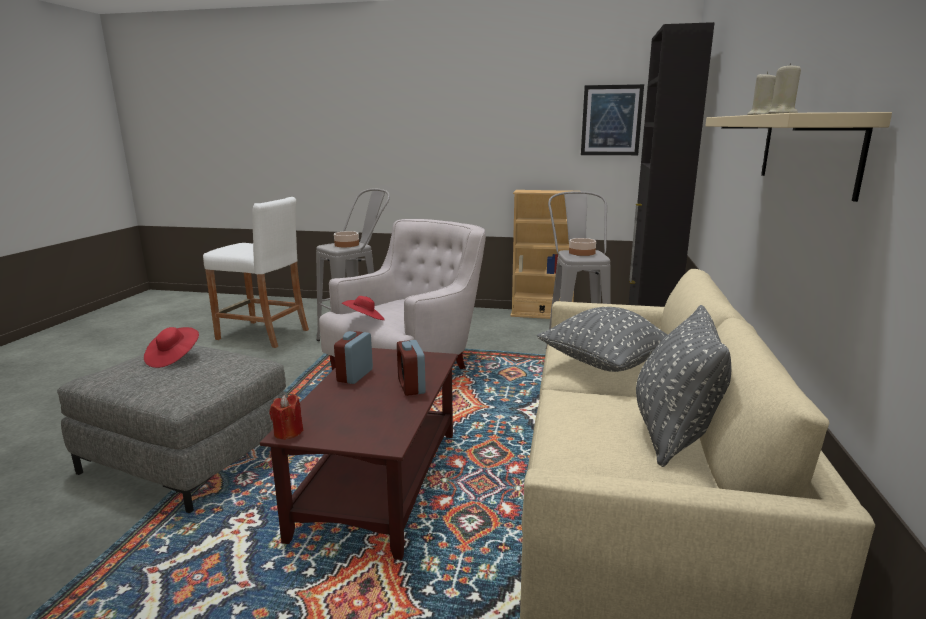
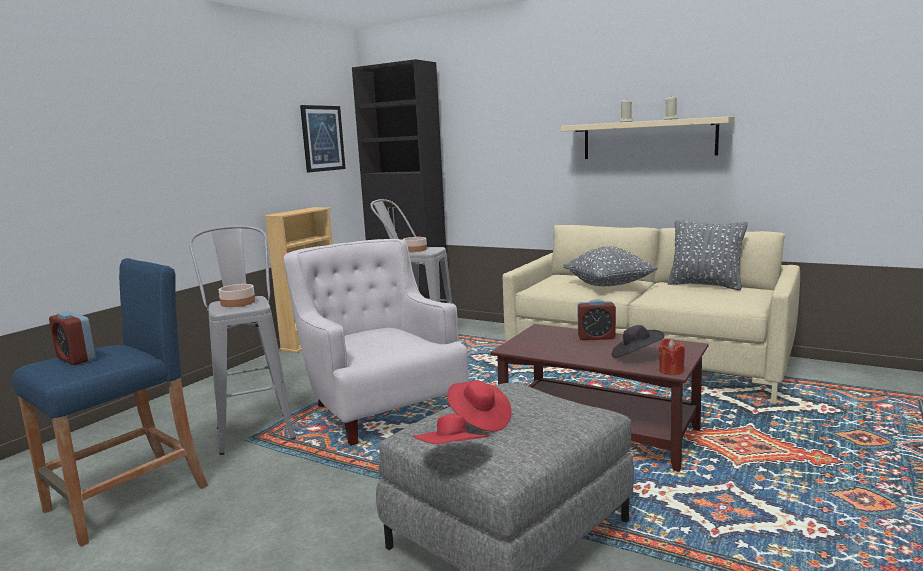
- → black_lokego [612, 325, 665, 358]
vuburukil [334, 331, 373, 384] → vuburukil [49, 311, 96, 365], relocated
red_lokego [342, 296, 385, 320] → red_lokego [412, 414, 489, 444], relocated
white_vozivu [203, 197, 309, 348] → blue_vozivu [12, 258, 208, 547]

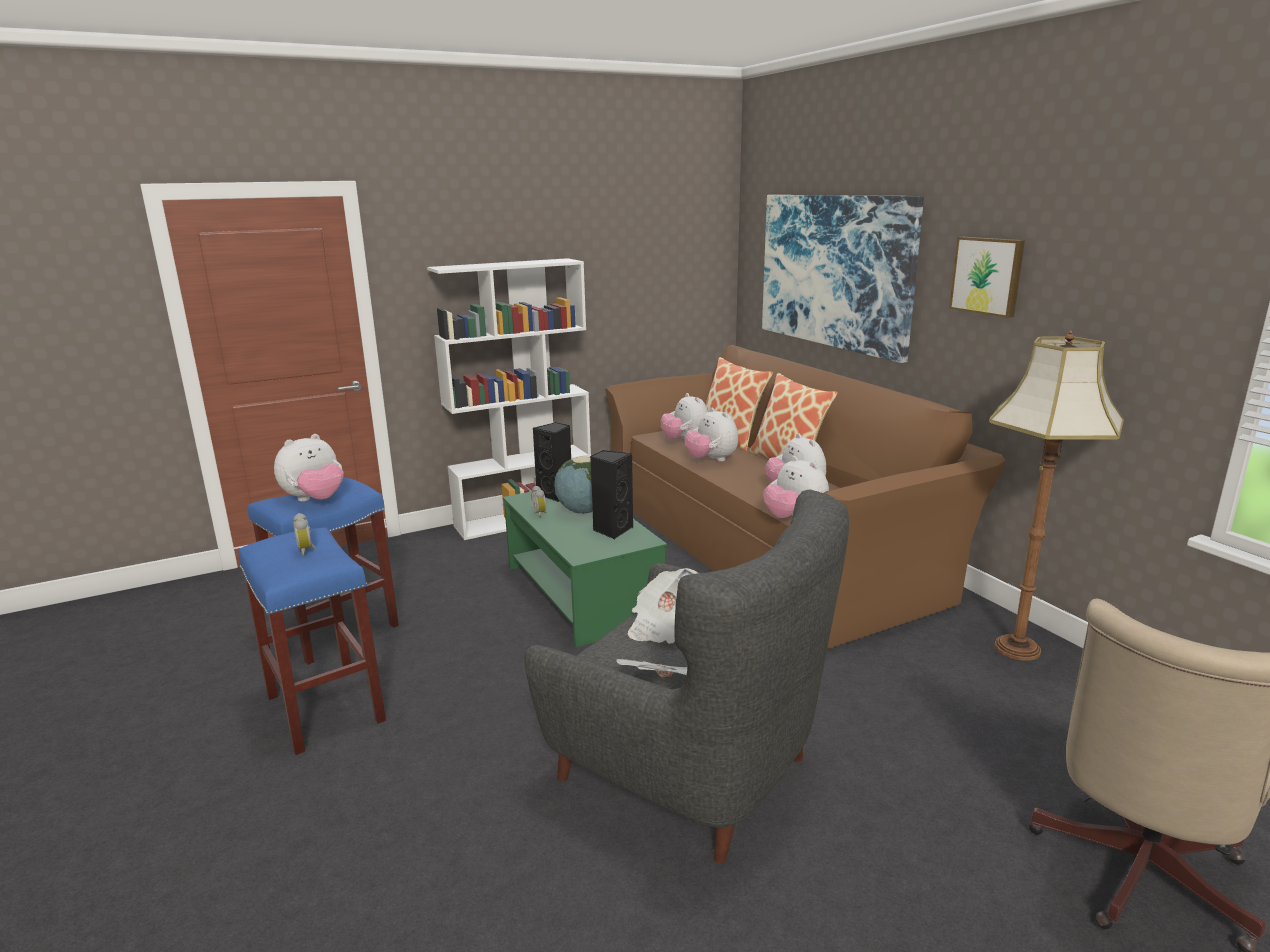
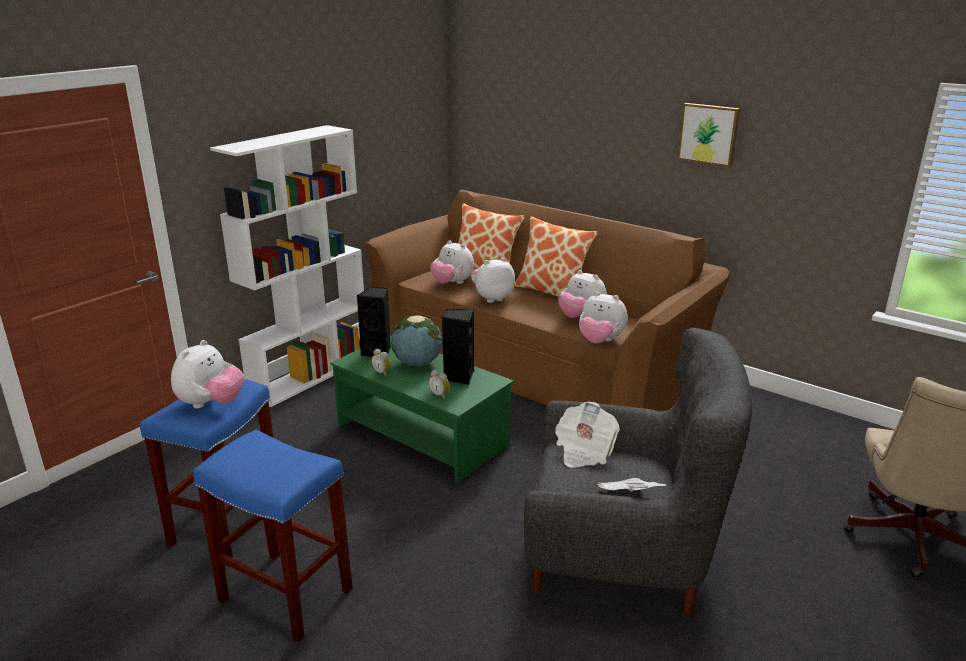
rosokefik [762, 195, 924, 363] → -
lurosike [989, 330, 1124, 661] → -
vuburukil [293, 513, 316, 556] → vuburukil [429, 370, 450, 399], relocated
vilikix [684, 408, 738, 462] → vilikix [471, 257, 515, 303], 120 degrees clockwise

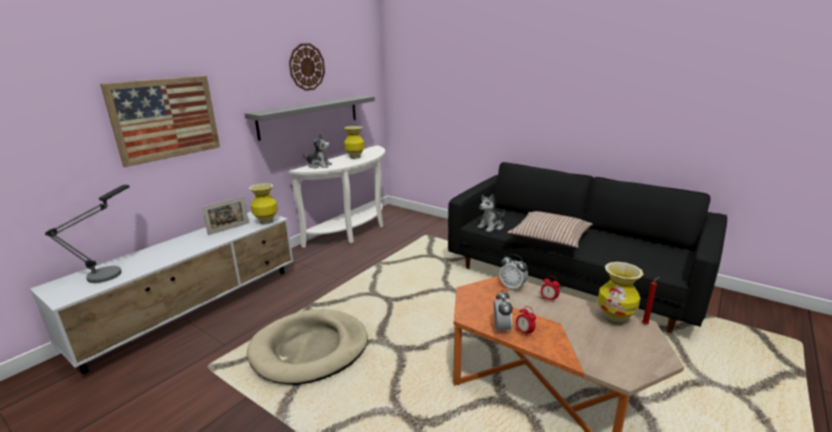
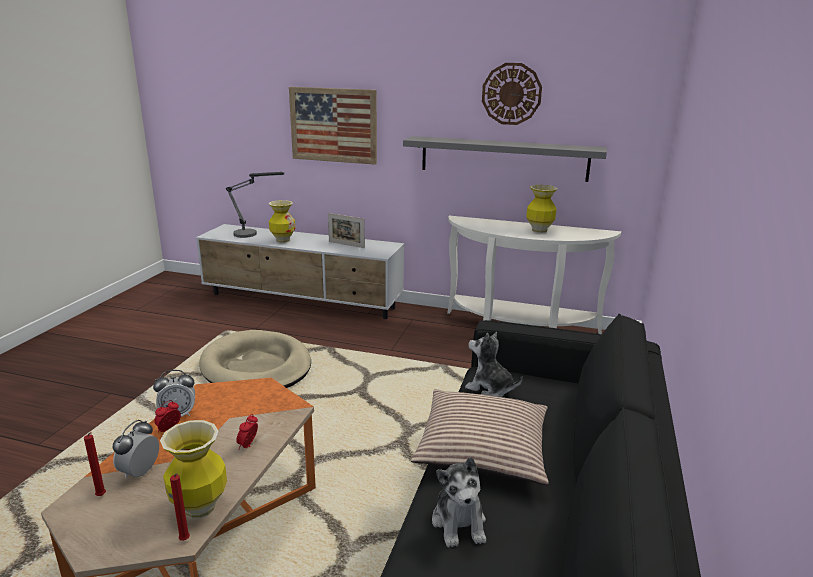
- → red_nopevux [84, 432, 106, 496]
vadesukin [249, 183, 278, 225] → vadesukin [269, 200, 295, 243], relocated
vilikix [302, 134, 332, 169] → vilikix [432, 457, 486, 547], relocated
vuburukil [500, 254, 528, 291] → vuburukil [113, 420, 159, 479], relocated

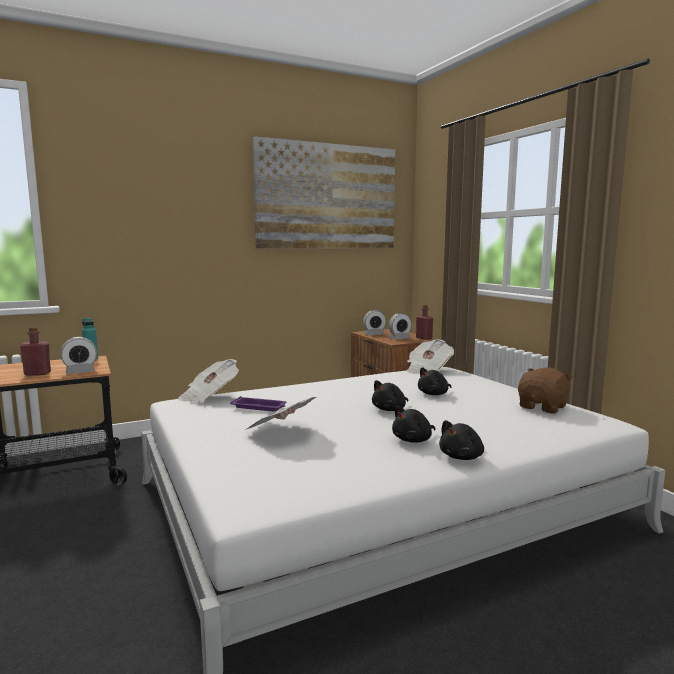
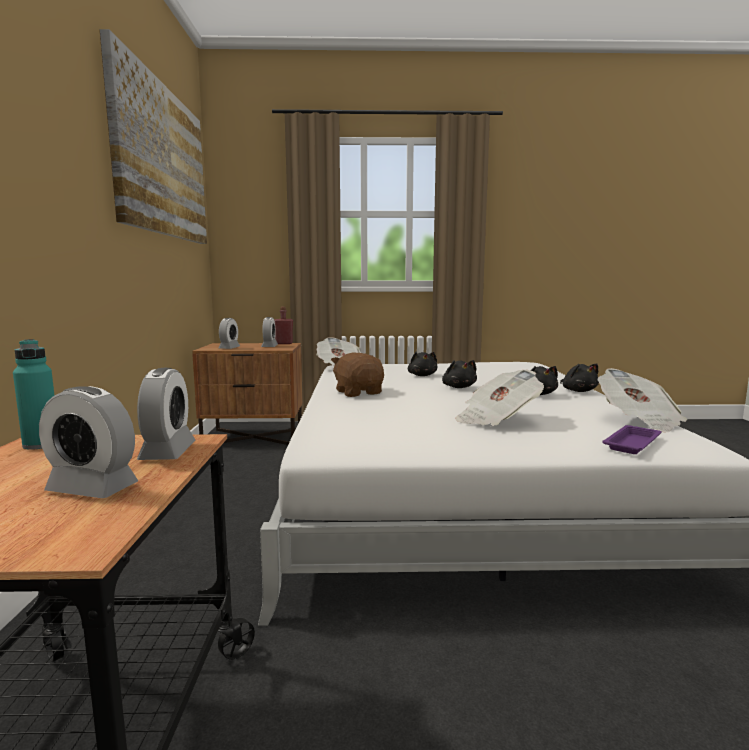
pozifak [178, 359, 239, 402] → pozifak [598, 368, 687, 433], relocated
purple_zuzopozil [230, 396, 286, 412] → purple_zuzopozil [602, 425, 662, 454], relocated
brown_vilikix [518, 367, 573, 414] → brown_vilikix [331, 352, 384, 397], relocated
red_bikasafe [20, 327, 51, 376] → vuburukil [39, 386, 138, 498]

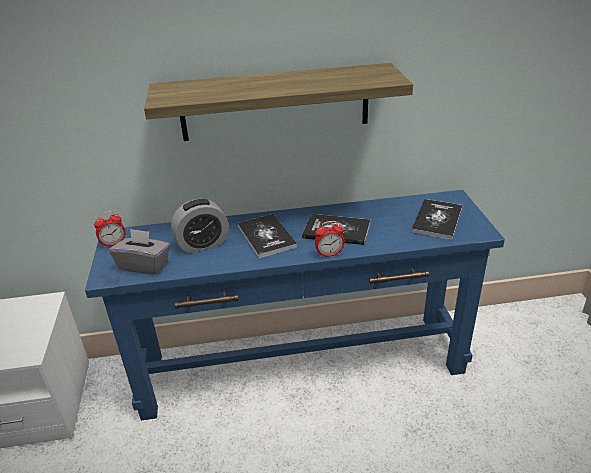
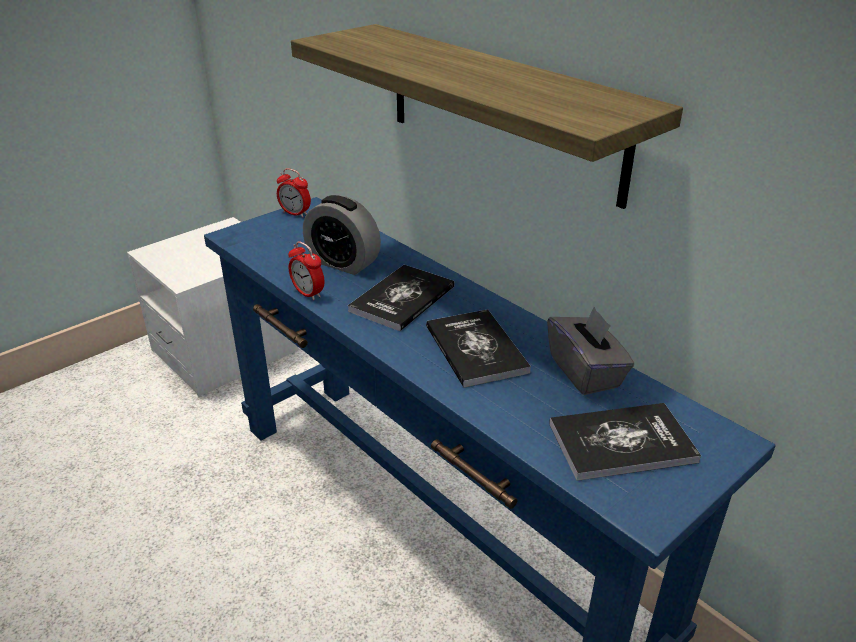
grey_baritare [109, 228, 170, 275] → grey_baritare [547, 307, 634, 395], relocated
vuburukil [315, 221, 345, 257] → vuburukil [288, 241, 325, 300], relocated

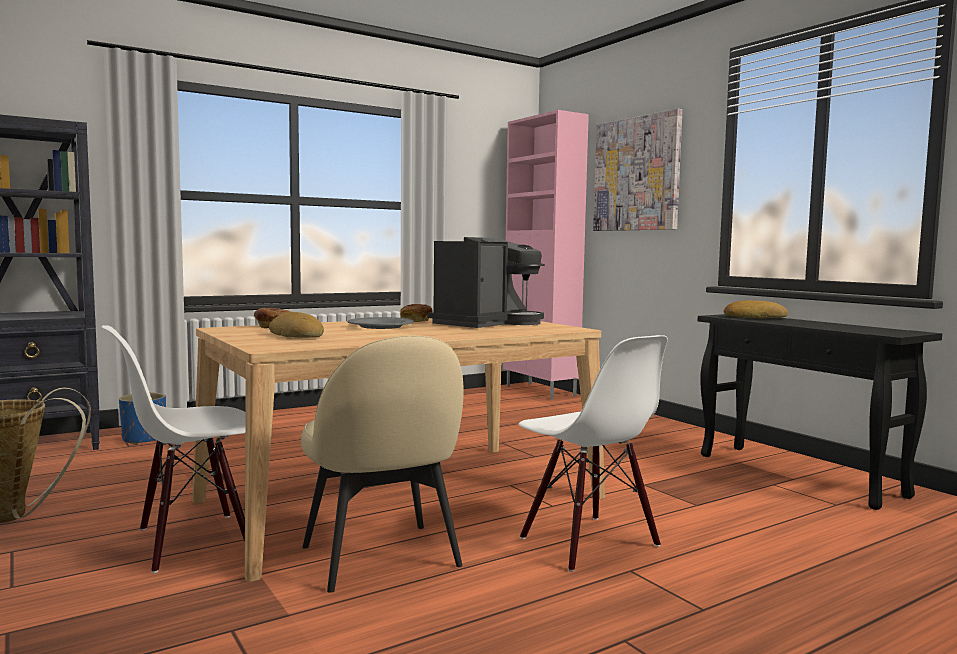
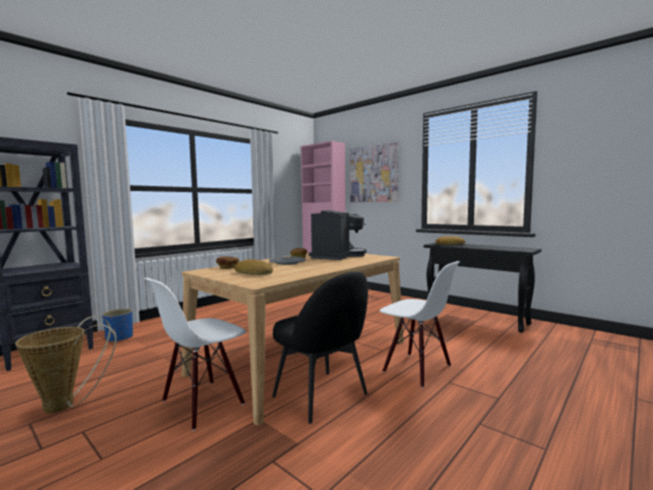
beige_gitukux [301, 335, 464, 593] → black_gitukux [272, 272, 368, 424]

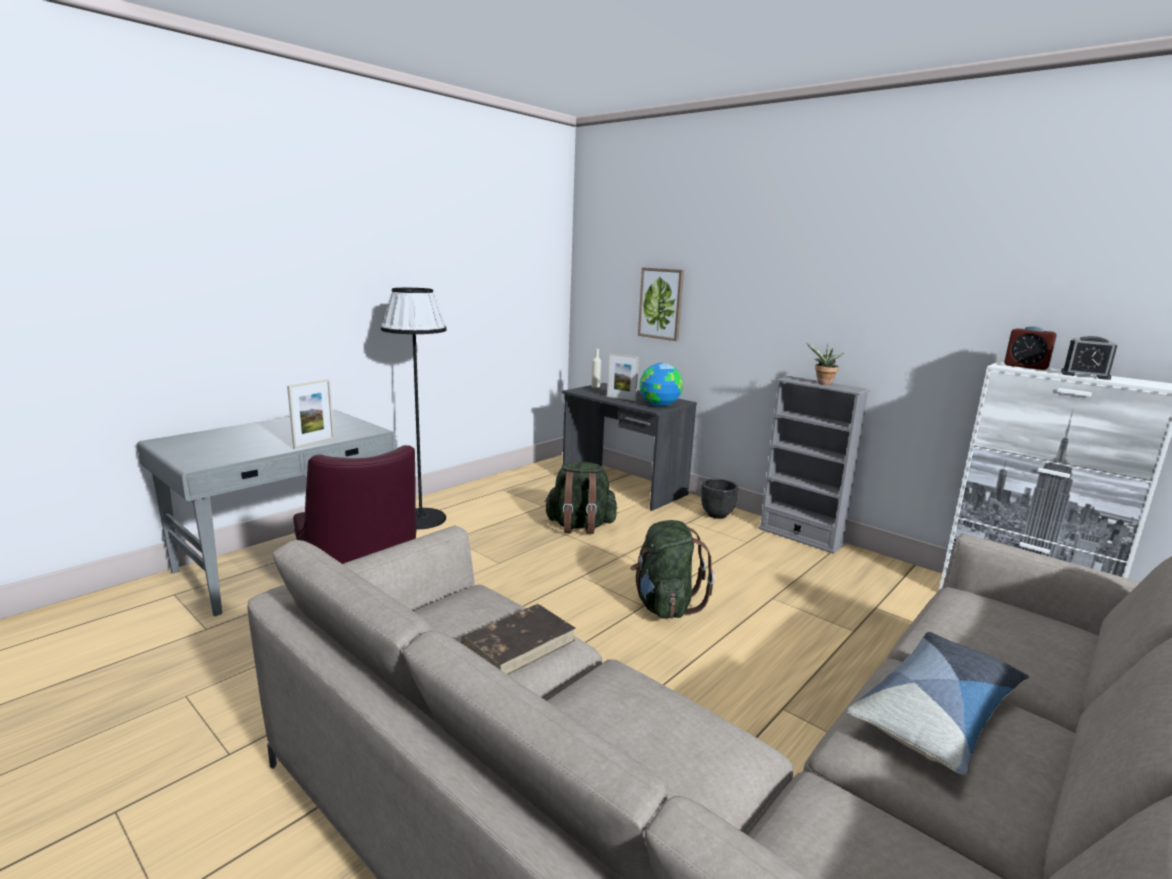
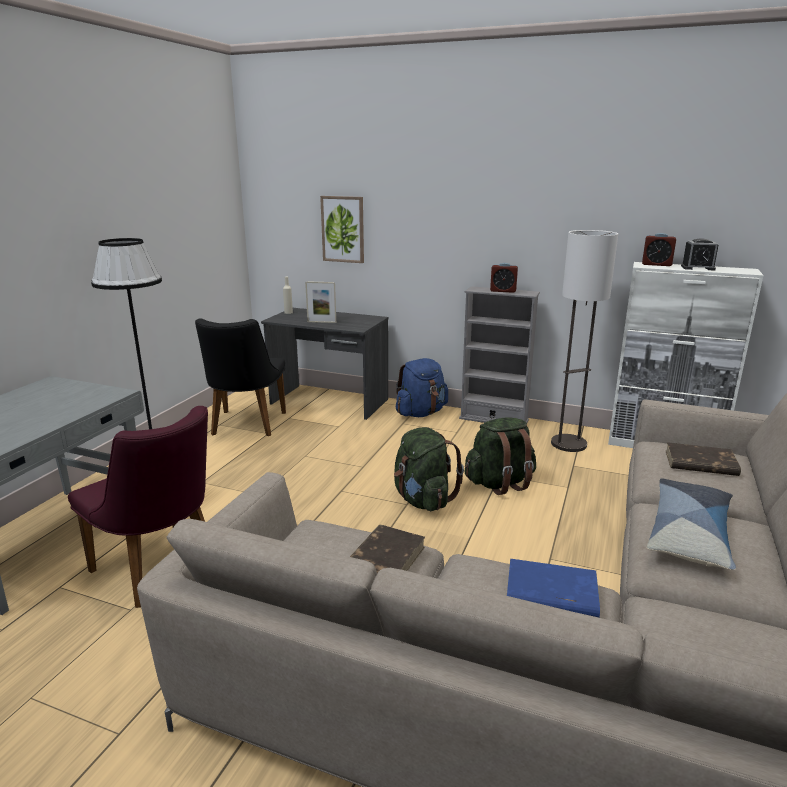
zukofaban [287, 379, 334, 449] → -
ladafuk [640, 363, 683, 407] → -
- → black_gitukux [195, 318, 286, 436]
- → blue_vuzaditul [507, 559, 600, 618]
- → lurosike [551, 230, 618, 452]
- → brown_vuzaditul [665, 442, 741, 476]
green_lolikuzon [544, 462, 617, 534] → green_lolikuzon [465, 418, 536, 495], relocated
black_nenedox [701, 479, 738, 519] → blue_lolikuzon [396, 358, 448, 417]
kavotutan [806, 343, 844, 385] → vuburukil [490, 263, 518, 293]

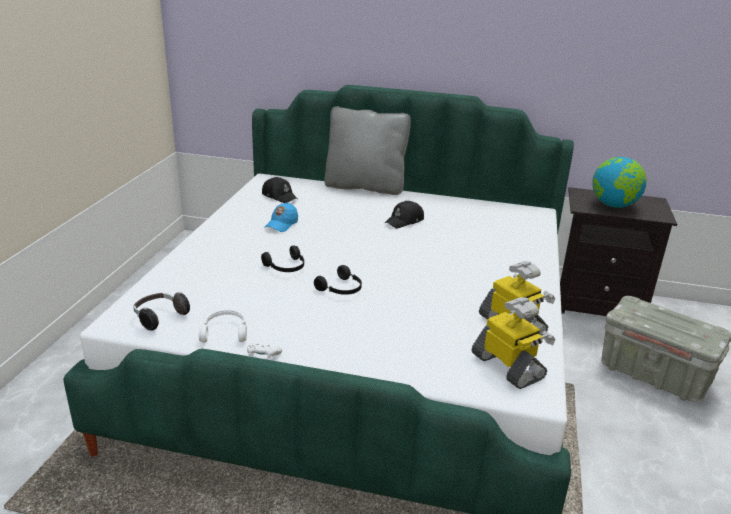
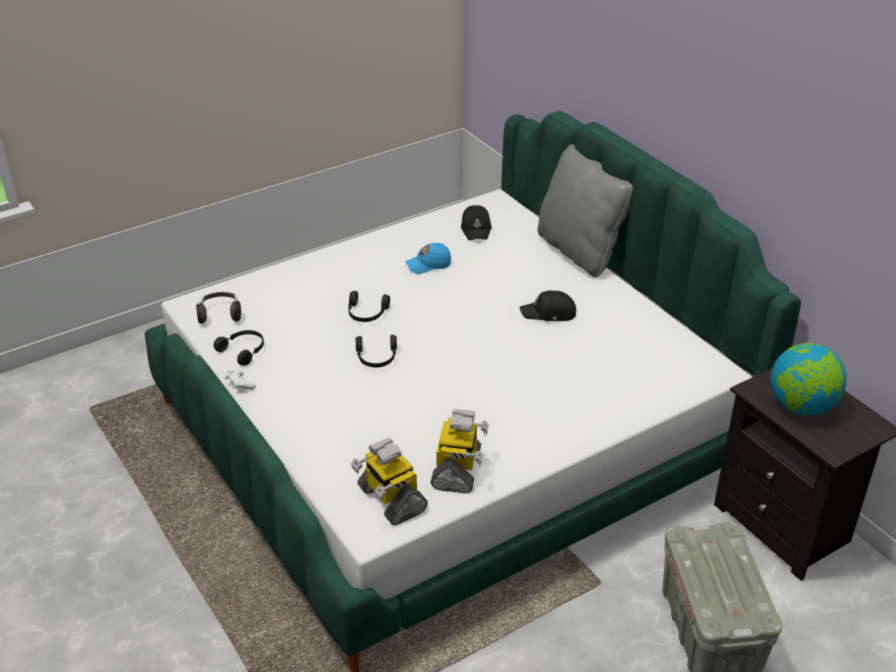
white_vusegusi [199, 310, 247, 343] → black_vusegusi [214, 330, 264, 366]
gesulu [472, 297, 555, 389] → gesulu [351, 438, 428, 525], 135 degrees clockwise

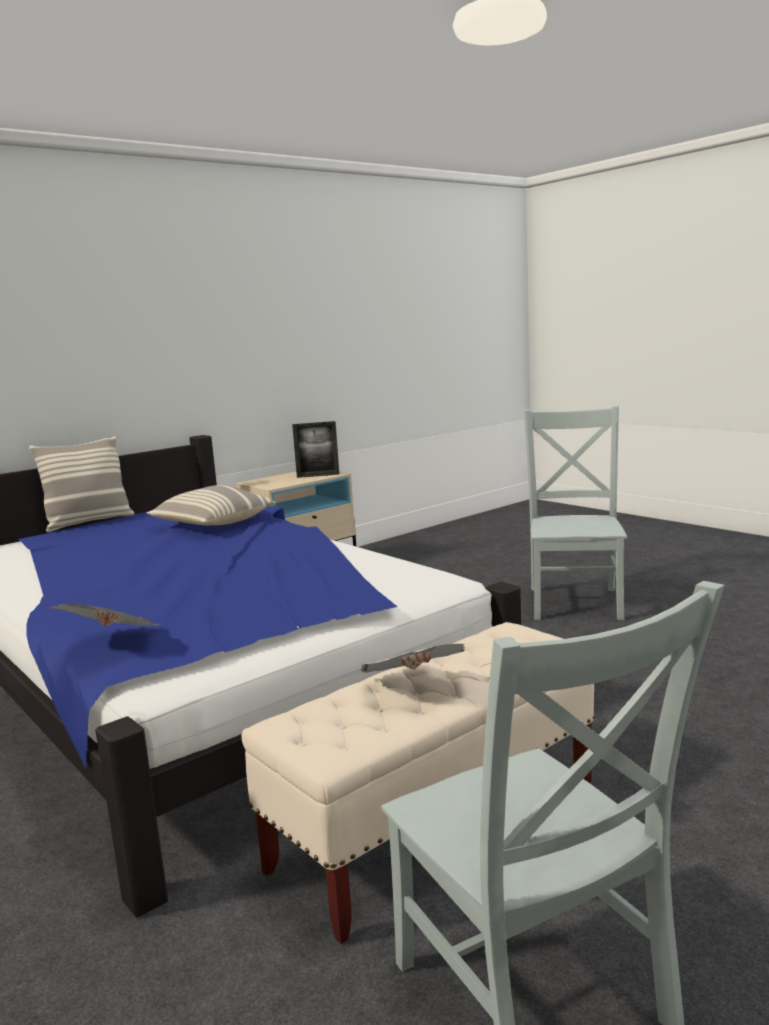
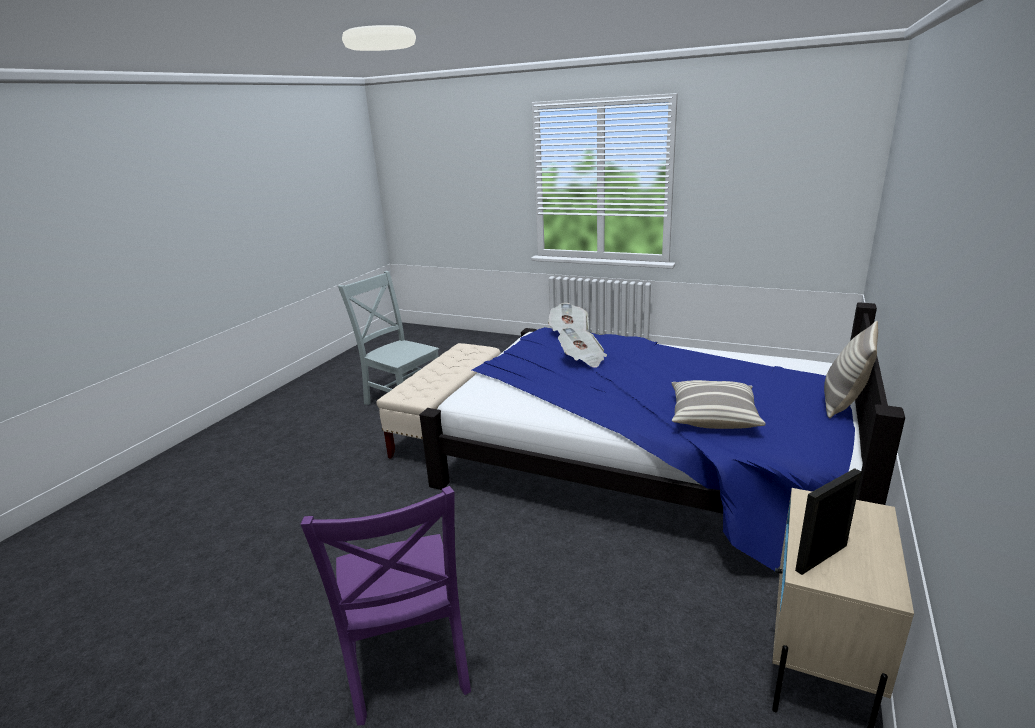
pozifak [361, 644, 465, 673] → pozifak [558, 327, 607, 368], relocated
grey_gitukux [524, 406, 627, 620] → purple_gitukux [301, 486, 471, 725]

